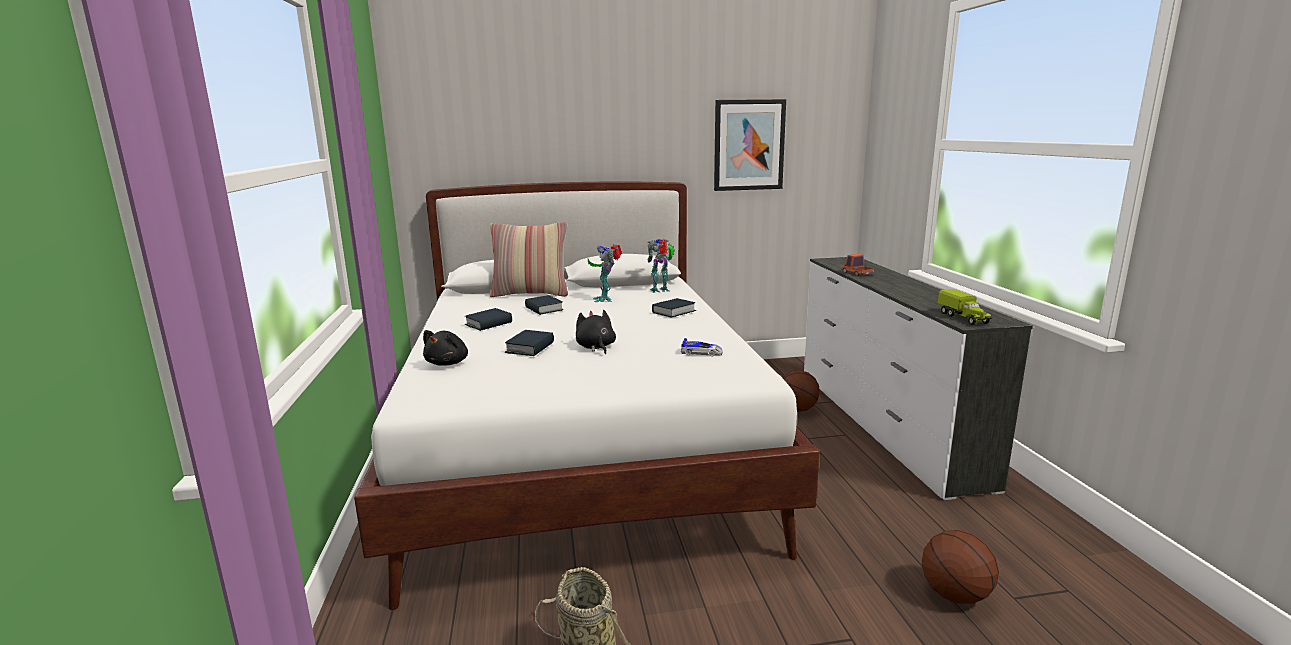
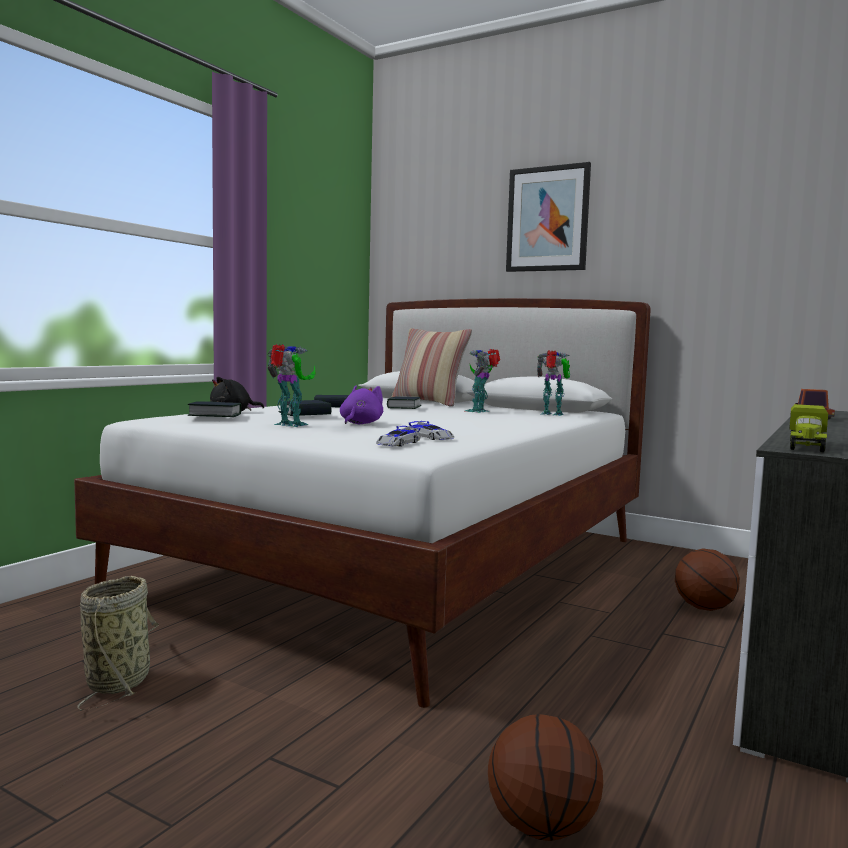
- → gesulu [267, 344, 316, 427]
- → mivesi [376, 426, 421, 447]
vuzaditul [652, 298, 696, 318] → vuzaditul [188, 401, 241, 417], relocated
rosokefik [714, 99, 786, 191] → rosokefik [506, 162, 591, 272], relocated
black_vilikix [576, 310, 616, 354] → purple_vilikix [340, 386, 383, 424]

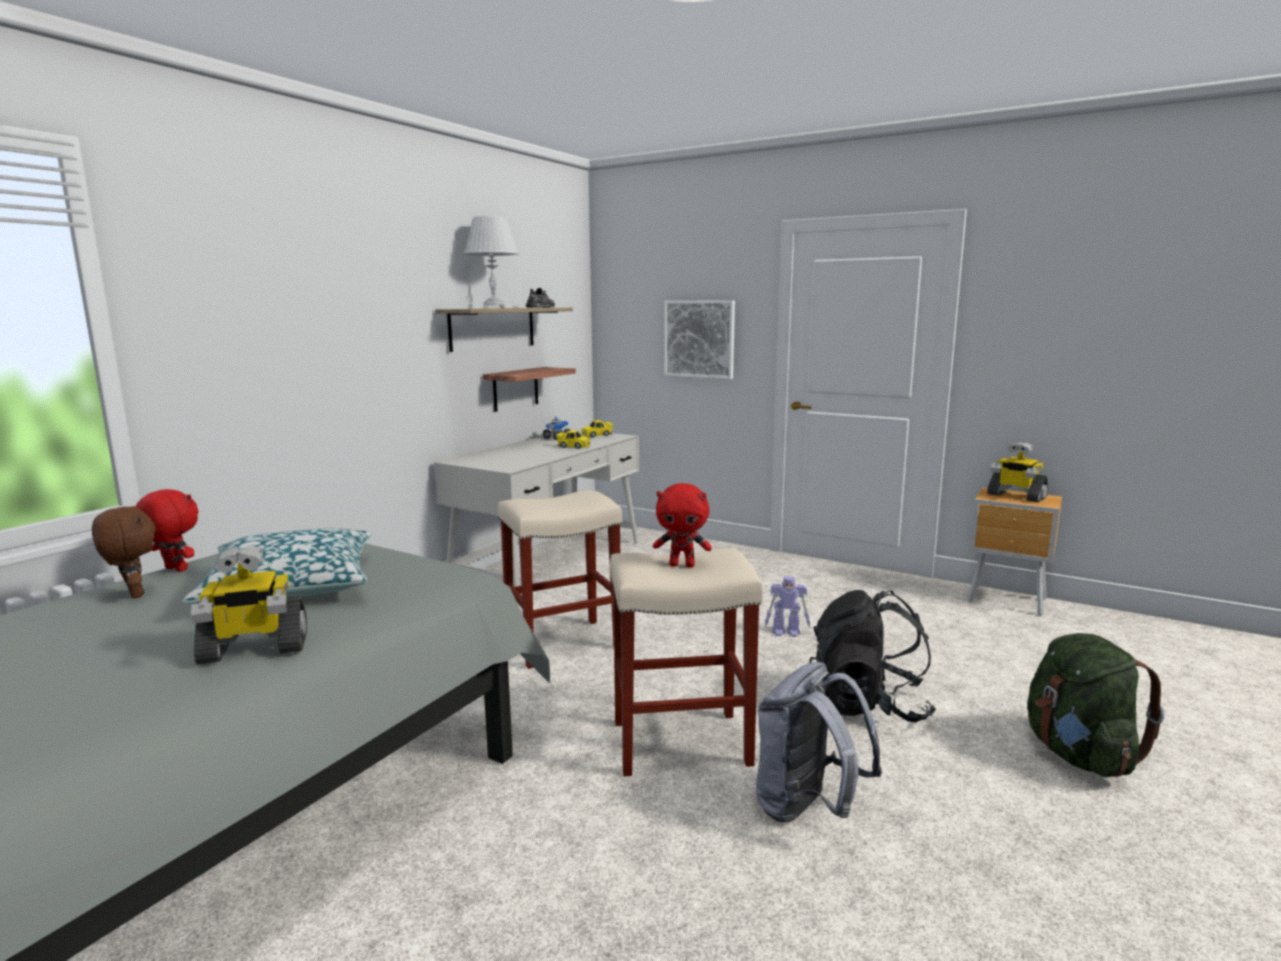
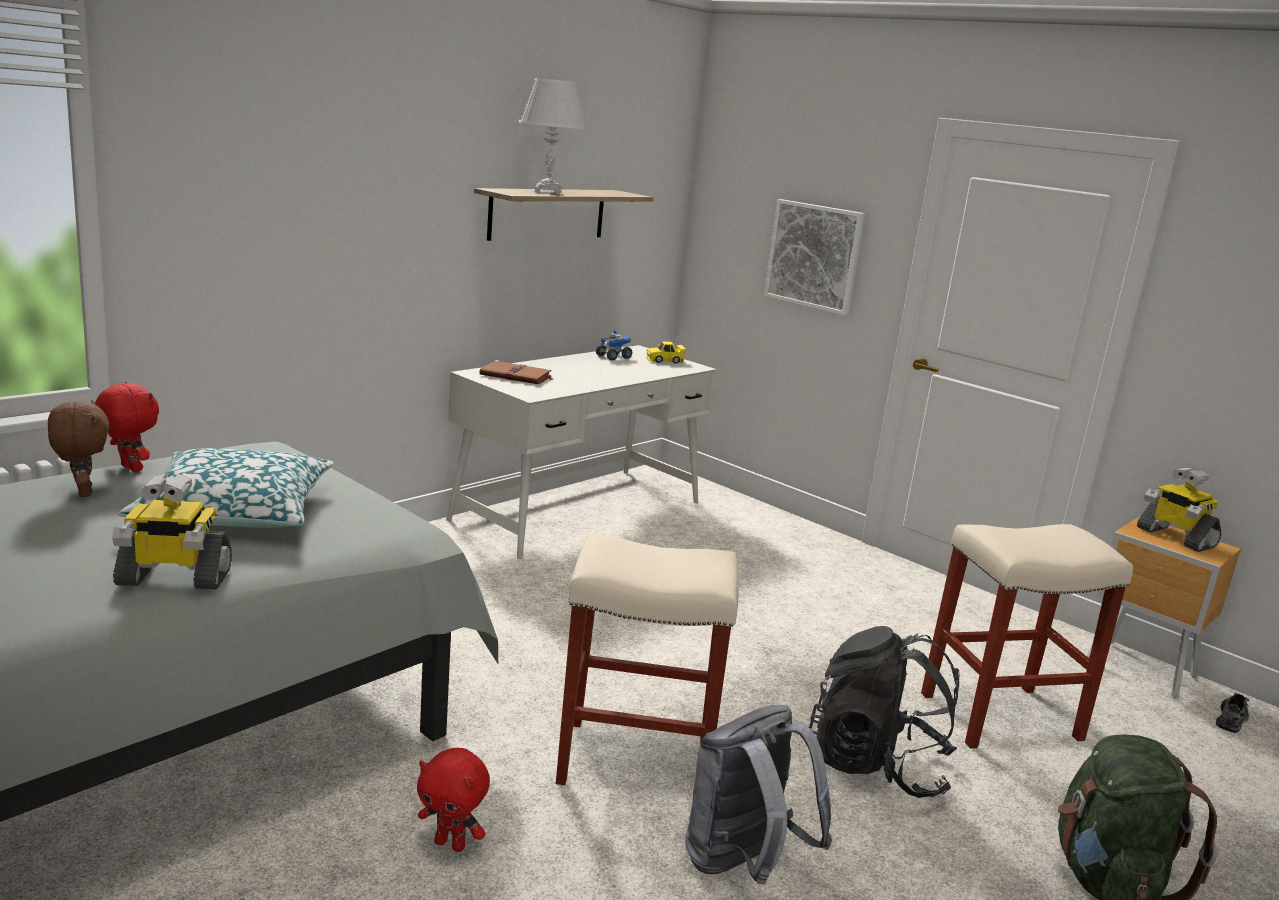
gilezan [483, 367, 576, 412] → -
yellow_mivesi [556, 430, 591, 449] → -
gesulu [765, 576, 811, 637] → -
- → brown_vuzaditul [480, 360, 552, 384]
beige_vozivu [498, 490, 622, 669] → beige_vozivu [921, 524, 1133, 748], relocated
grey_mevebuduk [526, 288, 555, 308] → grey_mevebuduk [1216, 691, 1250, 733], relocated
red_vilikix [653, 483, 712, 567] → red_vilikix [417, 748, 490, 852], relocated

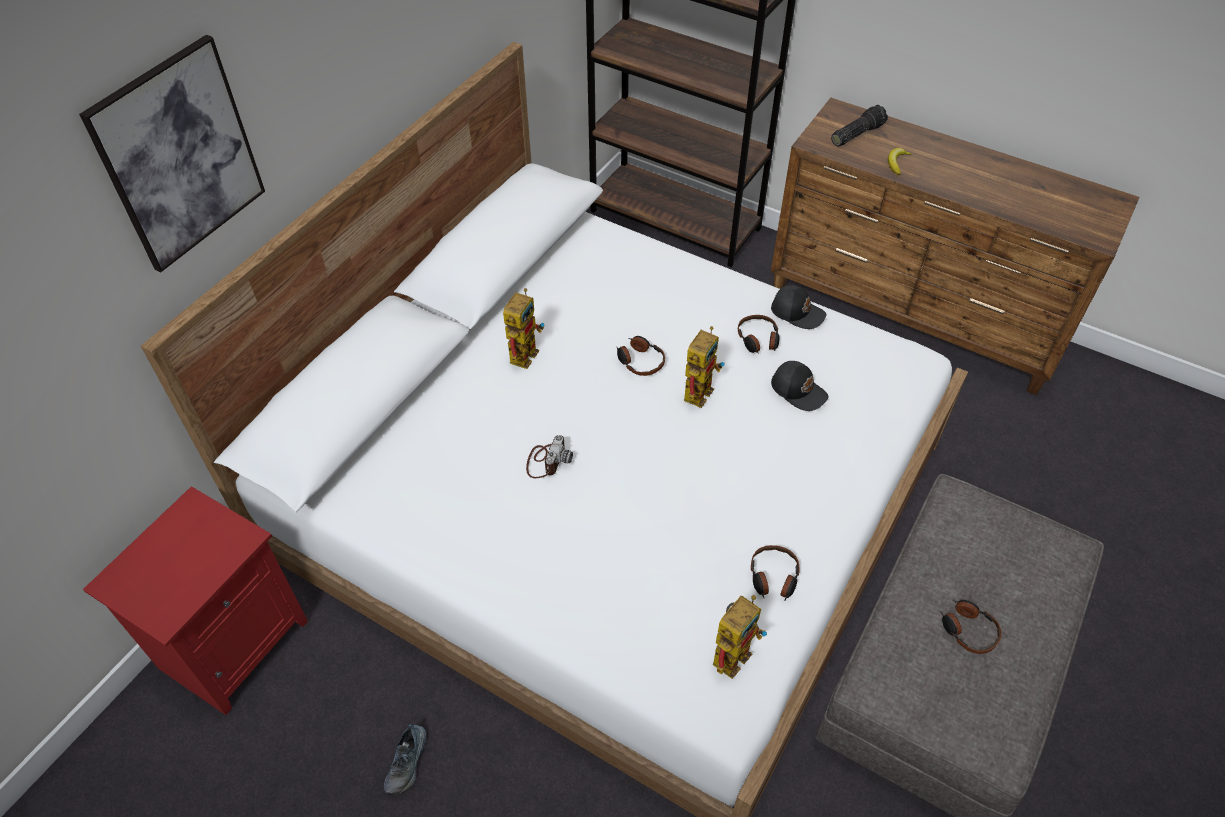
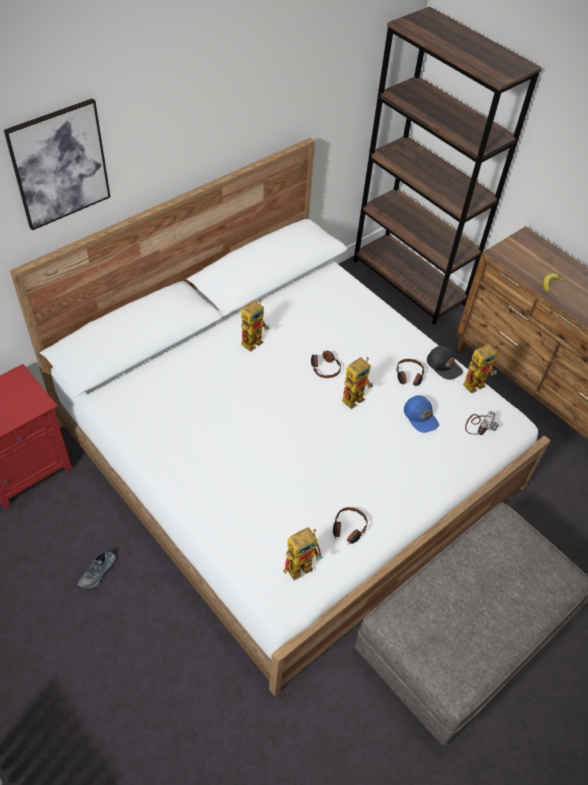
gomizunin [831, 105, 888, 147] → -
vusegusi [941, 600, 1002, 654] → -
- → gesulu [463, 343, 498, 394]
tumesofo [526, 435, 573, 478] → tumesofo [465, 411, 499, 435], relocated
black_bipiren [771, 361, 829, 411] → blue_bipiren [404, 395, 439, 433]

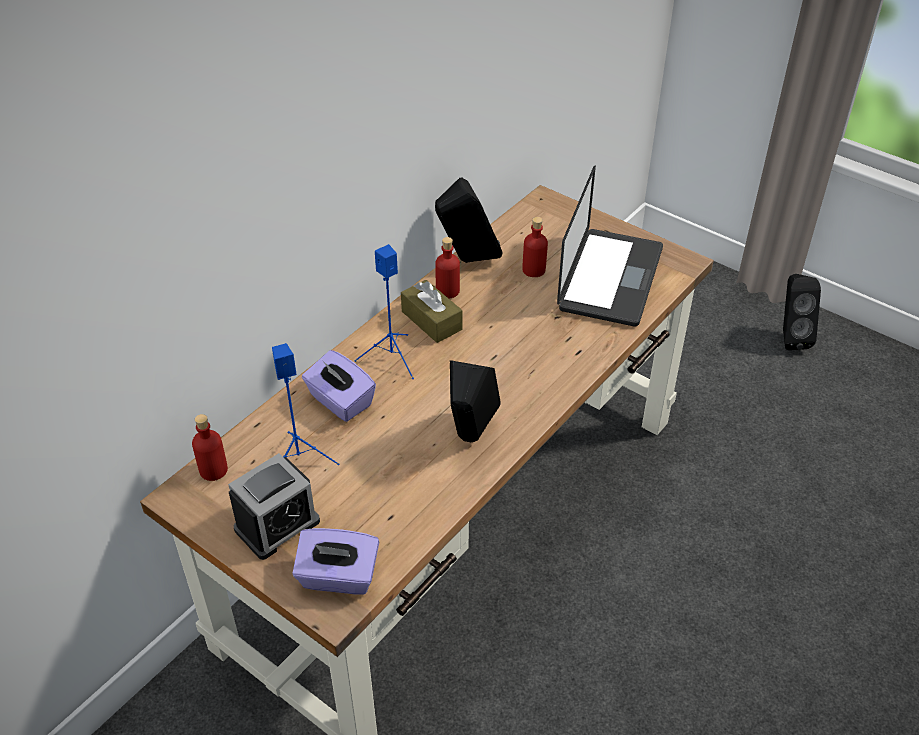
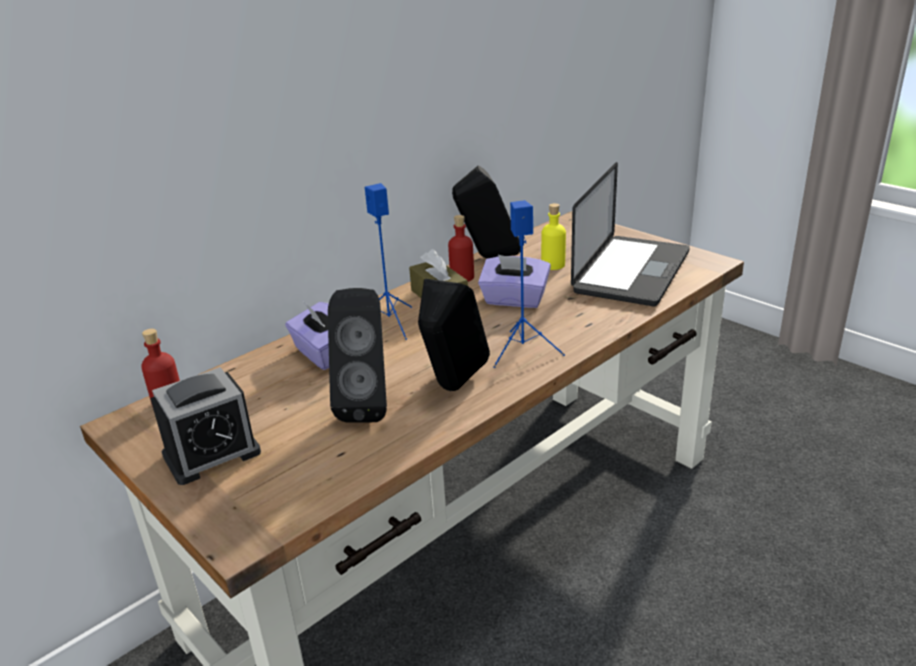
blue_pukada [272, 343, 340, 465] → blue_pukada [493, 200, 565, 368], relocated
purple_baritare [292, 528, 379, 595] → purple_baritare [478, 255, 551, 308], relocated
black_pukada [783, 274, 821, 350] → black_pukada [328, 288, 387, 422], relocated
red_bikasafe [522, 217, 548, 277] → yellow_bikasafe [541, 203, 566, 270]

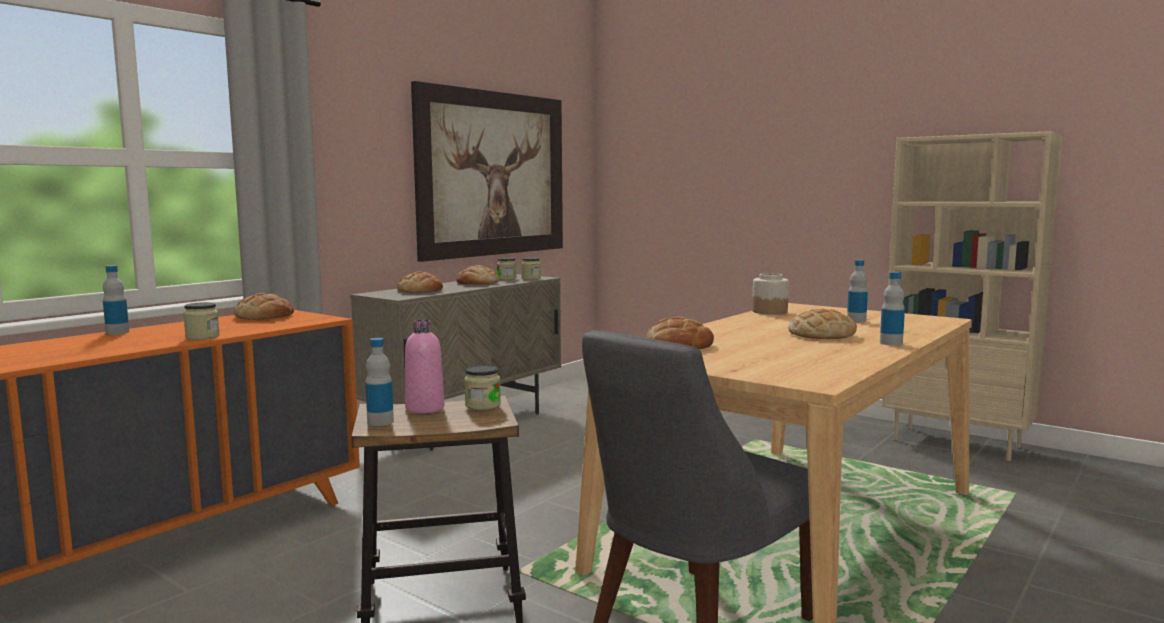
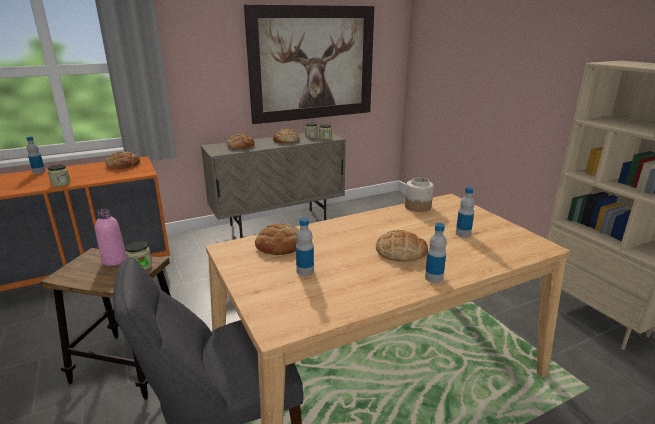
bikasafe [365, 338, 394, 426] → bikasafe [296, 218, 314, 276], relocated

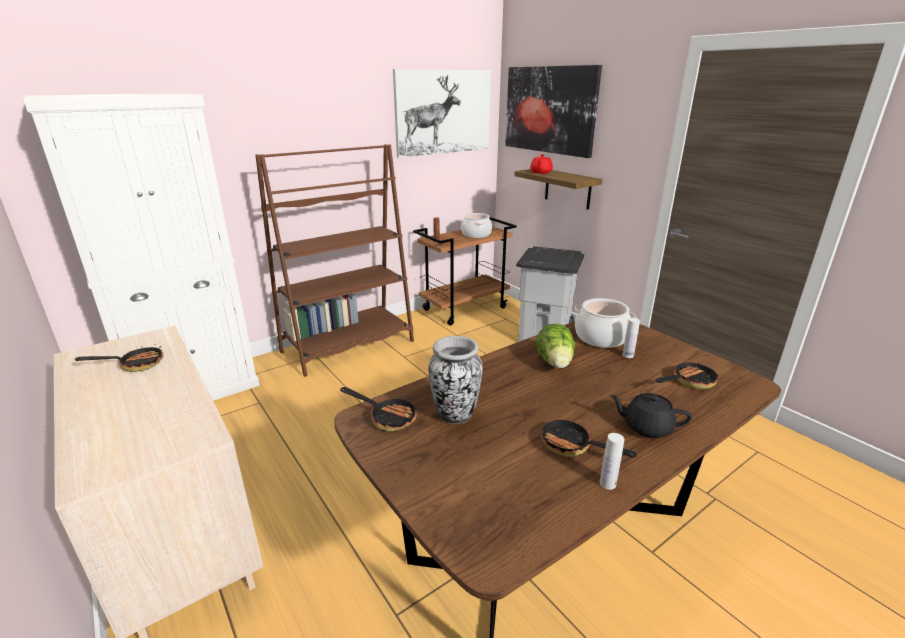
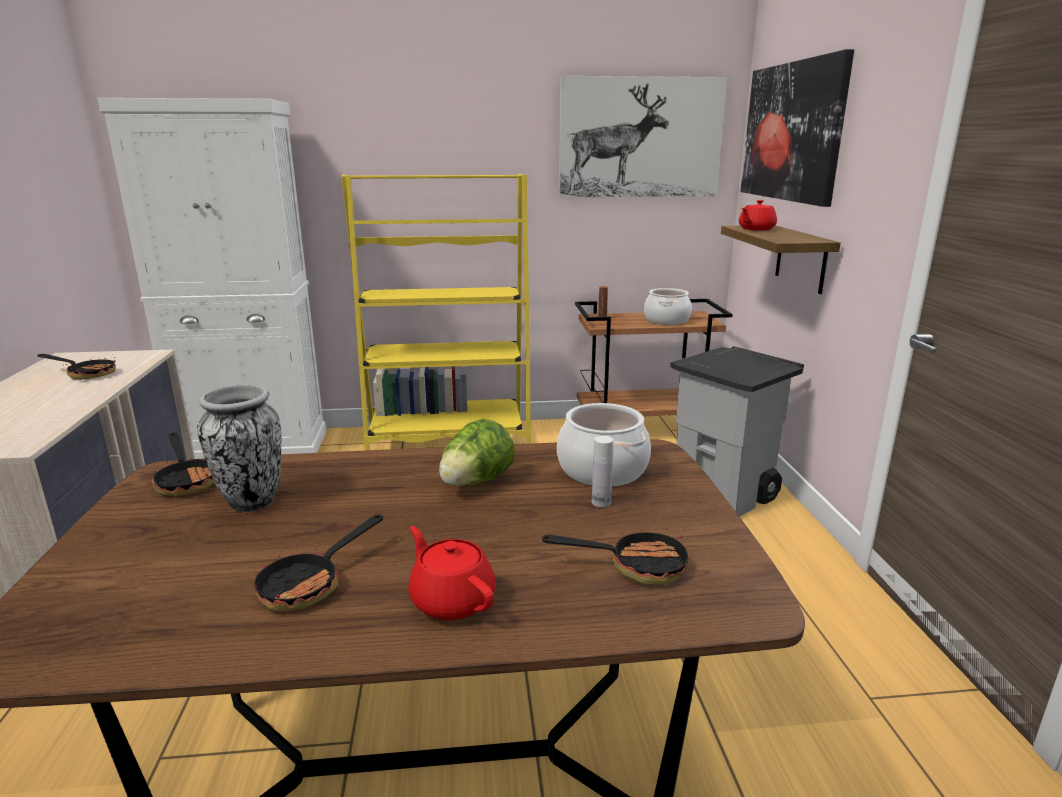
white_bikasafe [600, 433, 624, 490] → -
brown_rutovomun [255, 144, 414, 377] → yellow_rutovomun [341, 174, 531, 451]
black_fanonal [610, 393, 692, 438] → red_fanonal [409, 526, 495, 620]
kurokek [540, 420, 637, 458] → kurokek [254, 514, 383, 611], 120 degrees counterclockwise

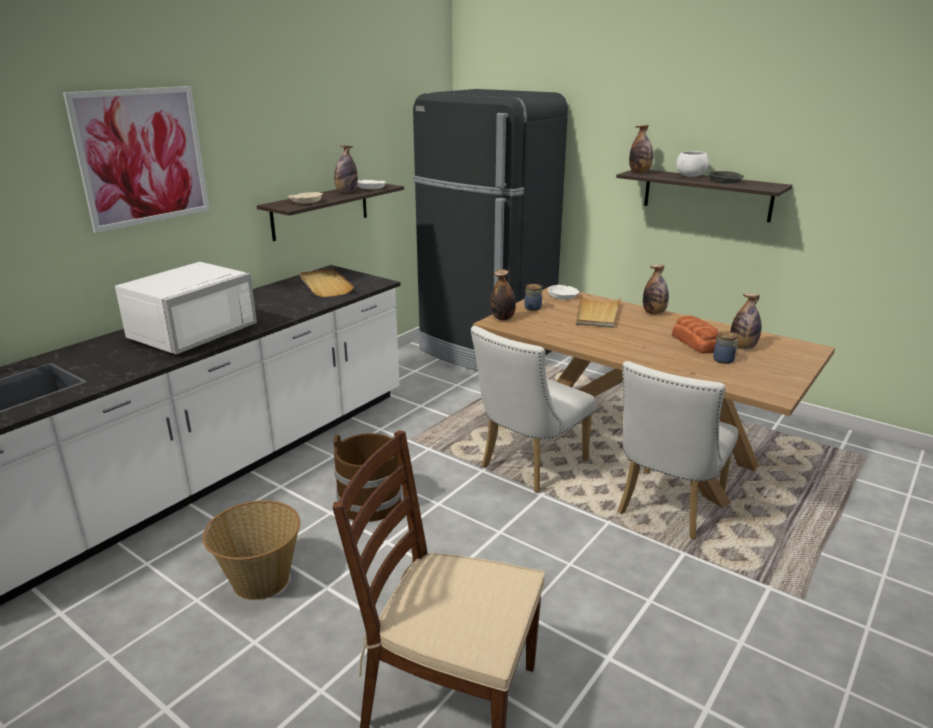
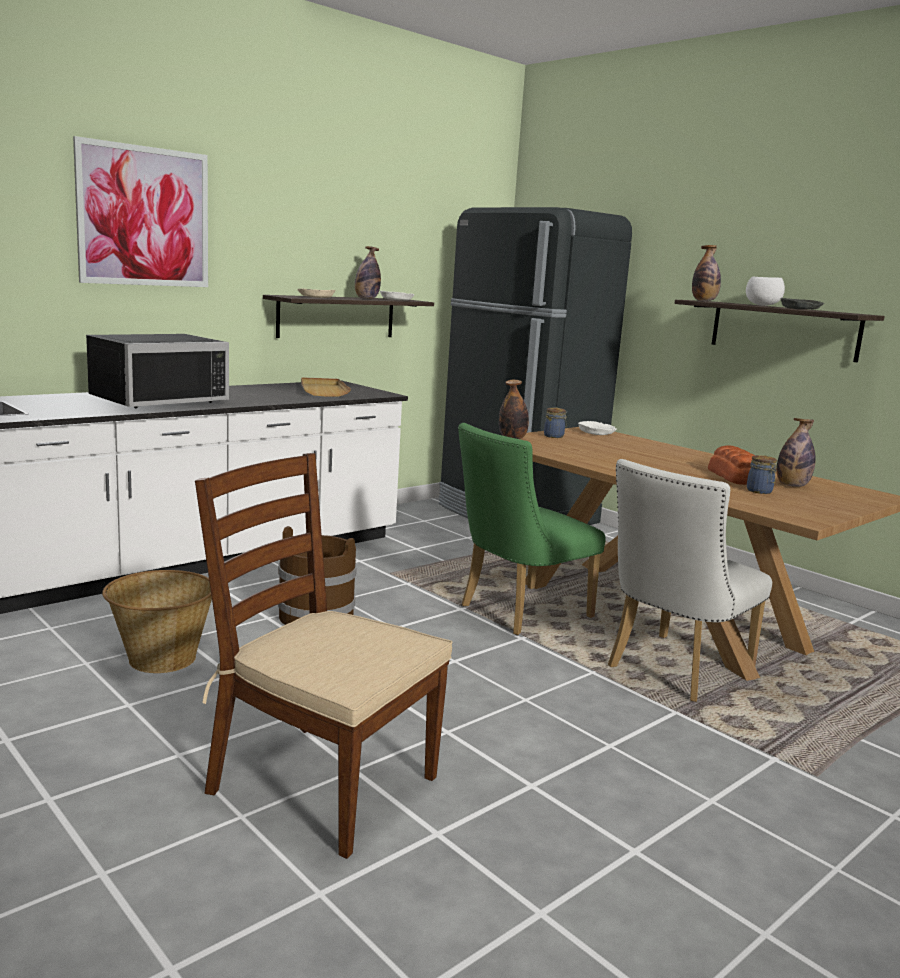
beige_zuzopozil [576, 294, 621, 328] → -
bikasafe [643, 265, 669, 315] → -
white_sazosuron [115, 262, 257, 355] → black_sazosuron [86, 334, 229, 408]
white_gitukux [470, 326, 595, 493] → green_gitukux [458, 423, 606, 636]

